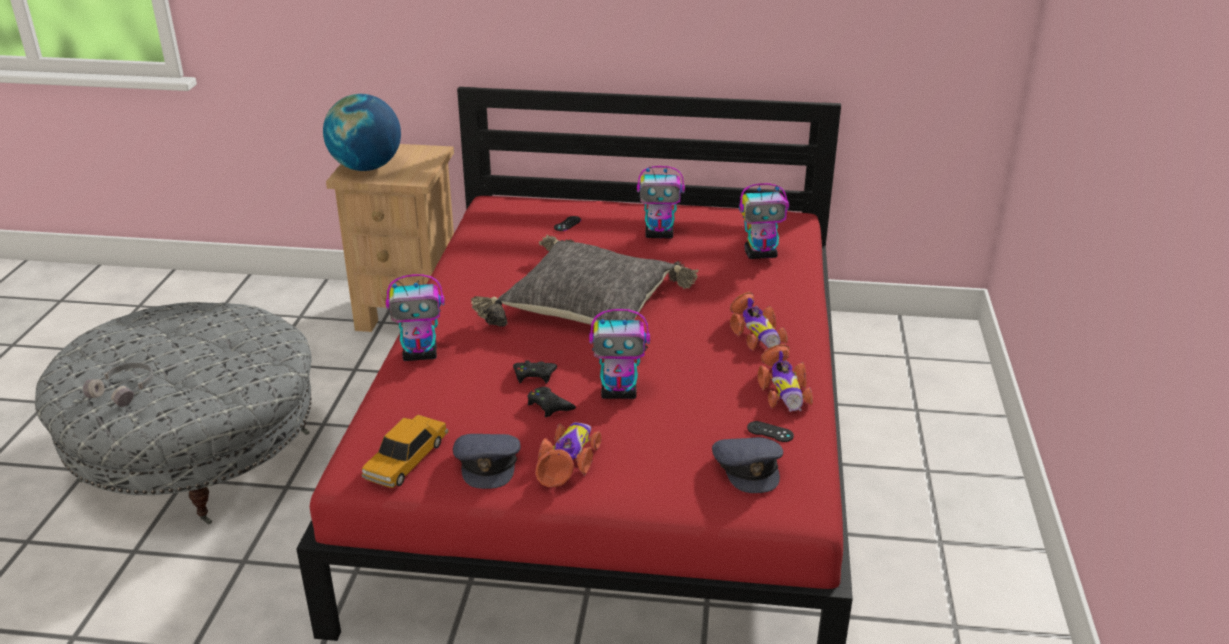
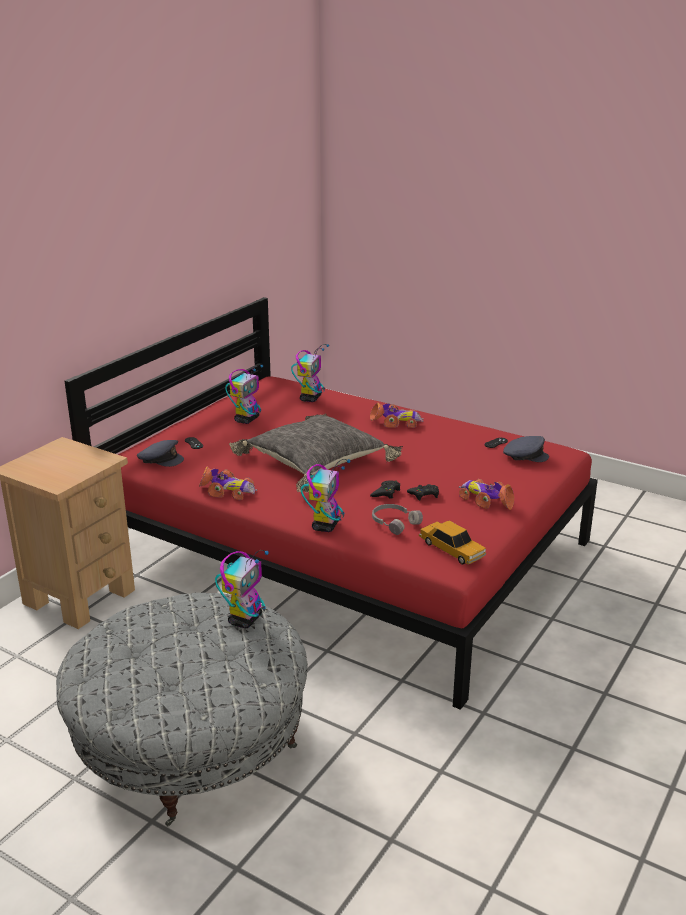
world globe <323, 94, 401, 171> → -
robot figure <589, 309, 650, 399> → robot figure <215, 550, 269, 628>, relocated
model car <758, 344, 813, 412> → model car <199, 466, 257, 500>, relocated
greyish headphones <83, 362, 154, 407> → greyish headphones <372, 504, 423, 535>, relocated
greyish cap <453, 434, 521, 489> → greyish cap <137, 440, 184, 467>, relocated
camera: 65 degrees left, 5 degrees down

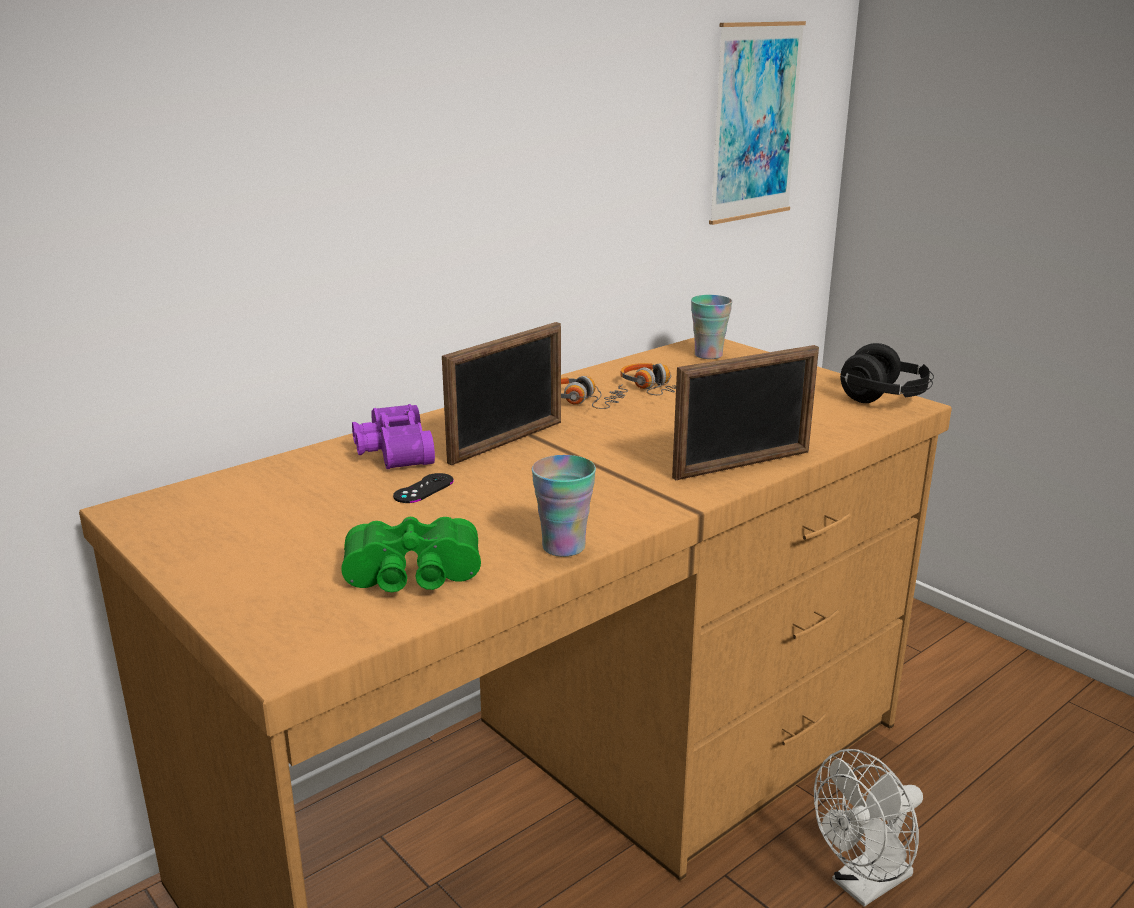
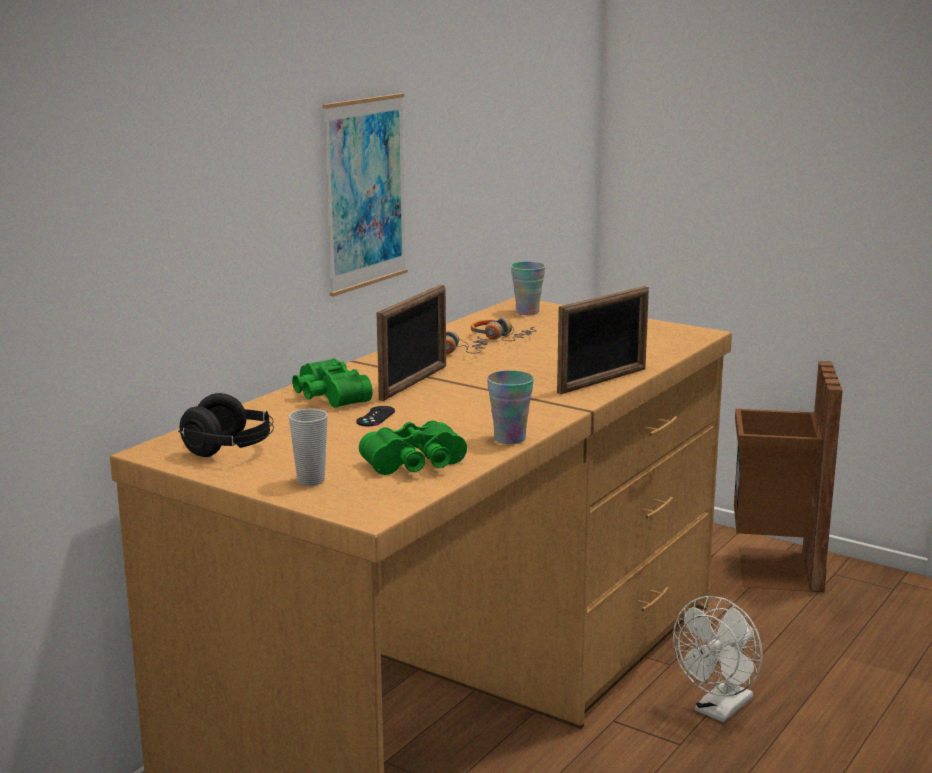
wall picture <709, 21, 806, 225> → wall picture <322, 93, 408, 297>, relocated
blackish headphones <840, 343, 934, 403> → blackish headphones <178, 393, 274, 457>, relocated
purple field glasses <352, 404, 435, 469> → green-coloured field glasses <292, 358, 373, 408>
- → brown waste bin <734, 361, 843, 592>
- → drinking cup <289, 409, 328, 486>
camera: 15 degrees left, 5 degrees down

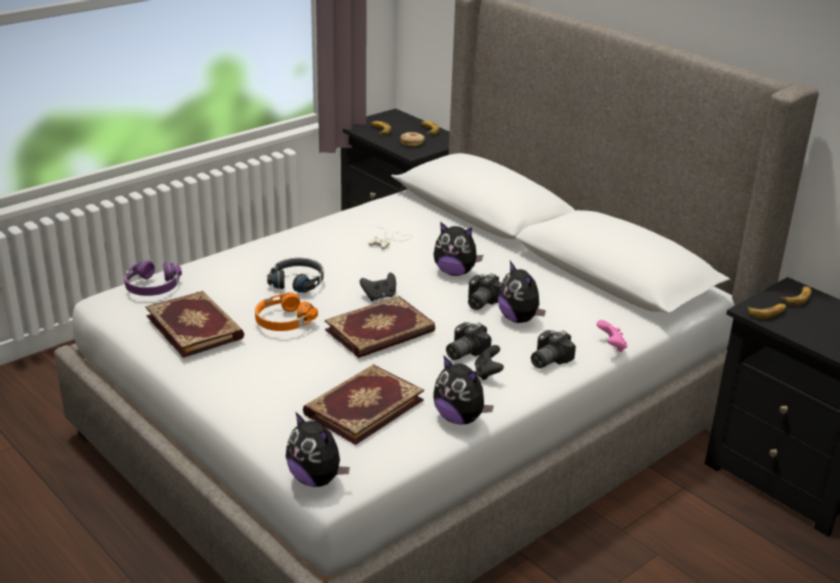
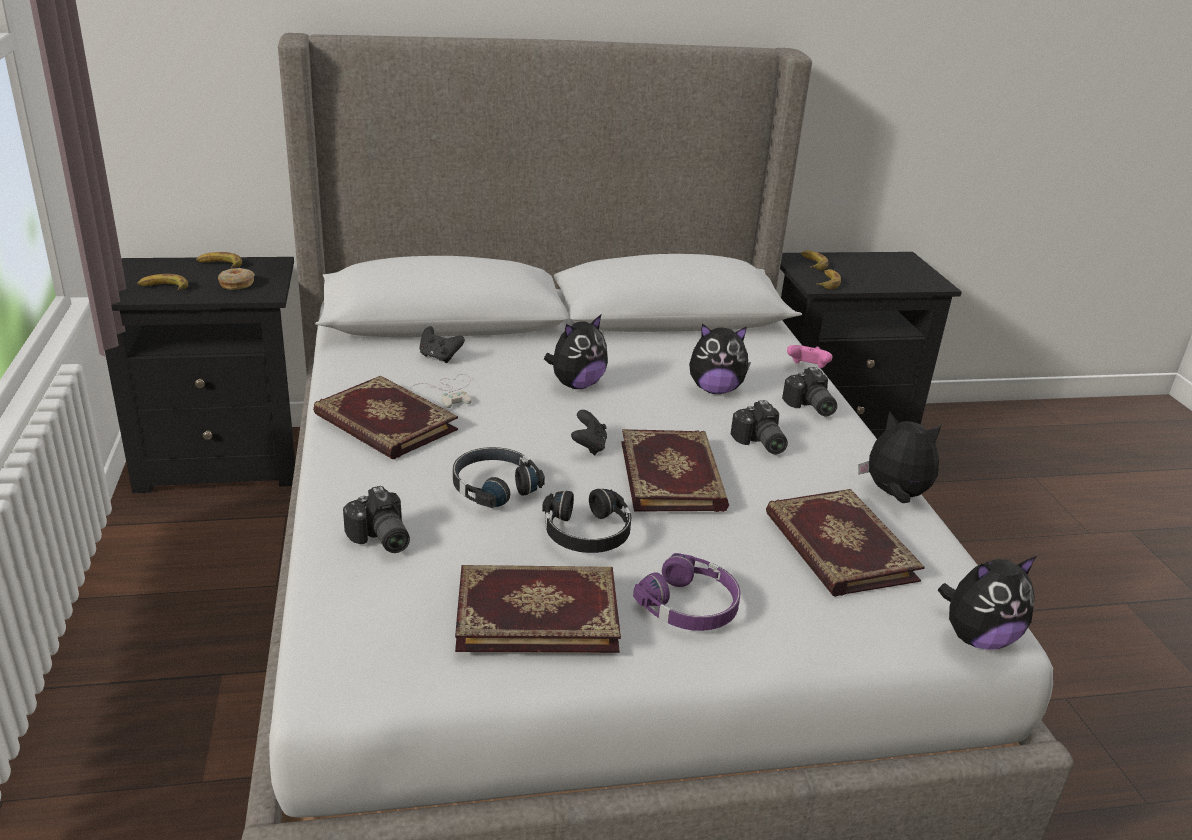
purple headphones <124, 261, 182, 296> → purple headphones <633, 553, 741, 631>, relocated
photo camera <468, 273, 501, 310> → photo camera <343, 486, 410, 553>, relocated
orange-coloured headphones <255, 292, 318, 331> → blackish headphones <542, 489, 631, 553>
blackish game controller <475, 345, 504, 380> → blackish game controller <420, 326, 465, 363>, relocated
cuddly toy <433, 356, 494, 424> → cuddly toy <858, 411, 941, 503>, 135 degrees counterclockwise
- → bound book <313, 376, 458, 459>
camera: 60 degrees left, 0 degrees up

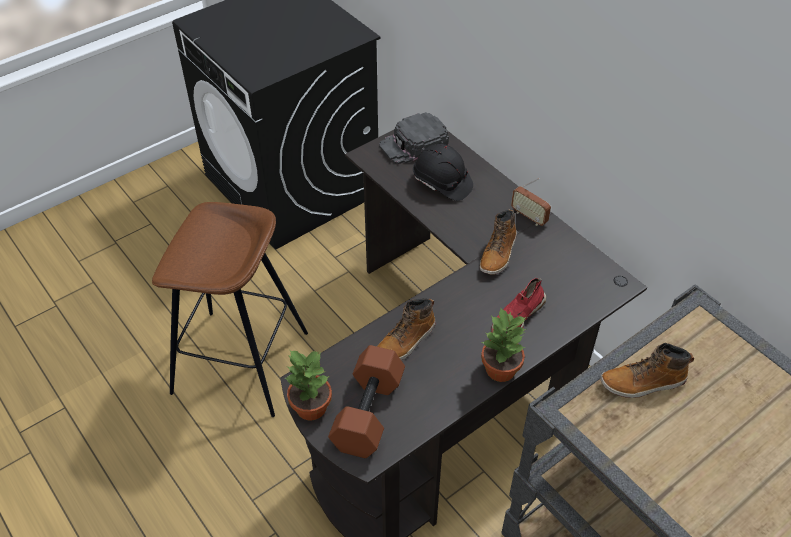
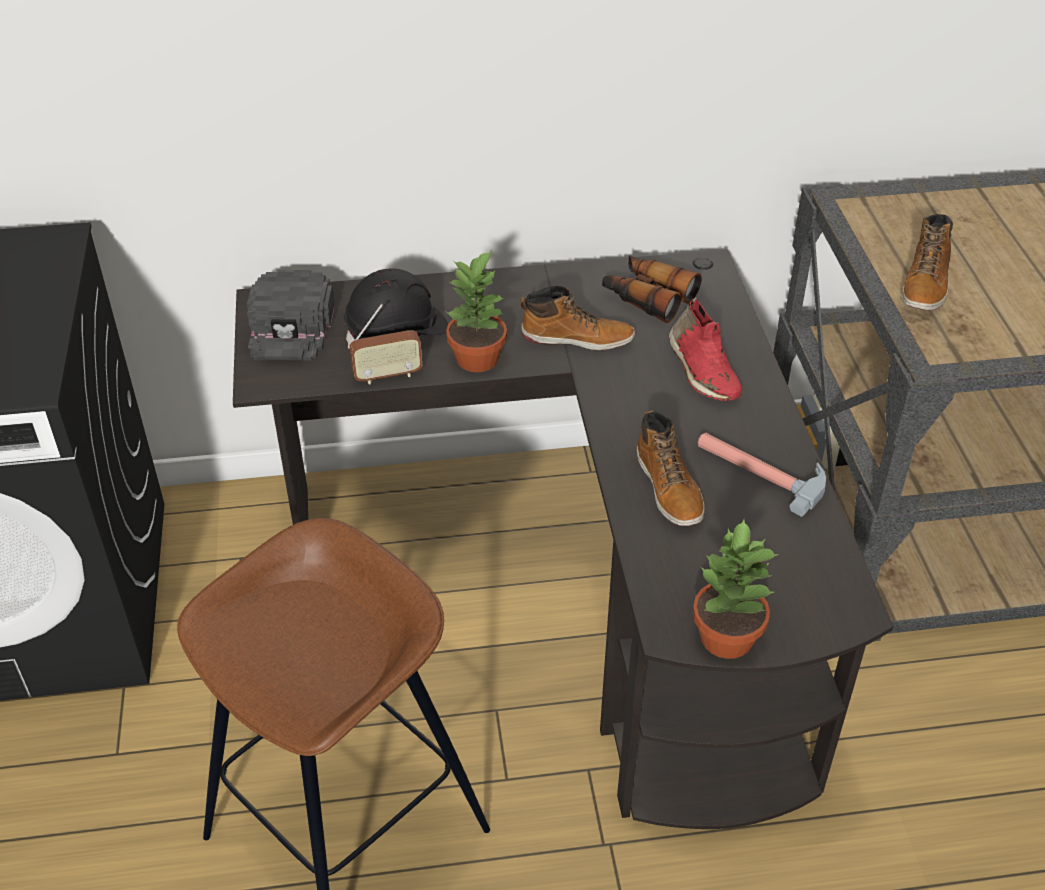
radio set <511, 178, 551, 226> → radio set <350, 304, 422, 385>, relocated
high-top boot <479, 210, 517, 275> → high-top boot <520, 286, 635, 351>, 45 degrees counterclockwise
plant in a pot <481, 308, 526, 382> → plant in a pot <446, 251, 507, 372>, relocated
brown free weight <328, 345, 405, 458> → -
- → field glasses <602, 255, 702, 323>
- → tool hammer <698, 433, 826, 517>
camera: 60 degrees left, 5 degrees down

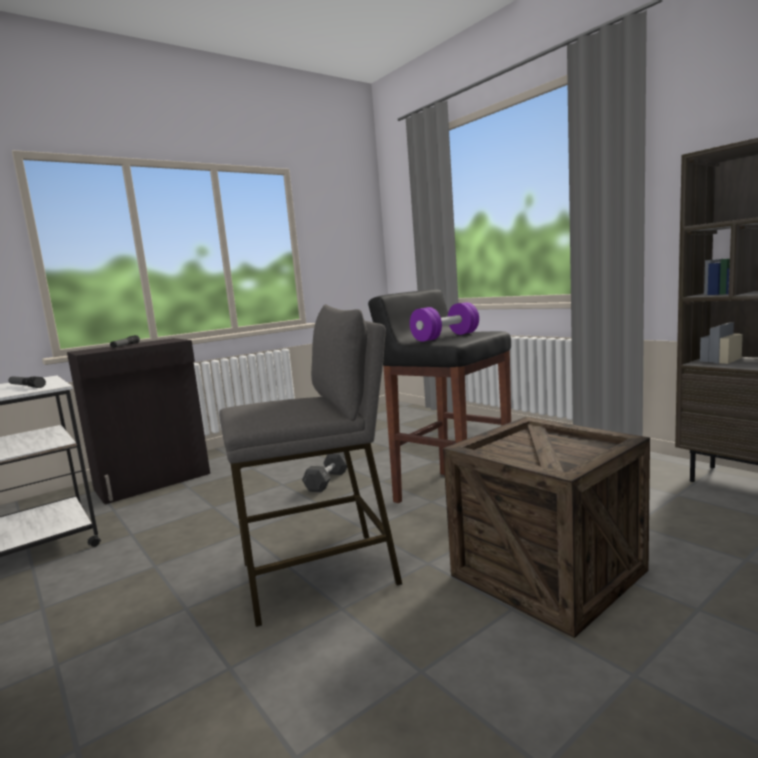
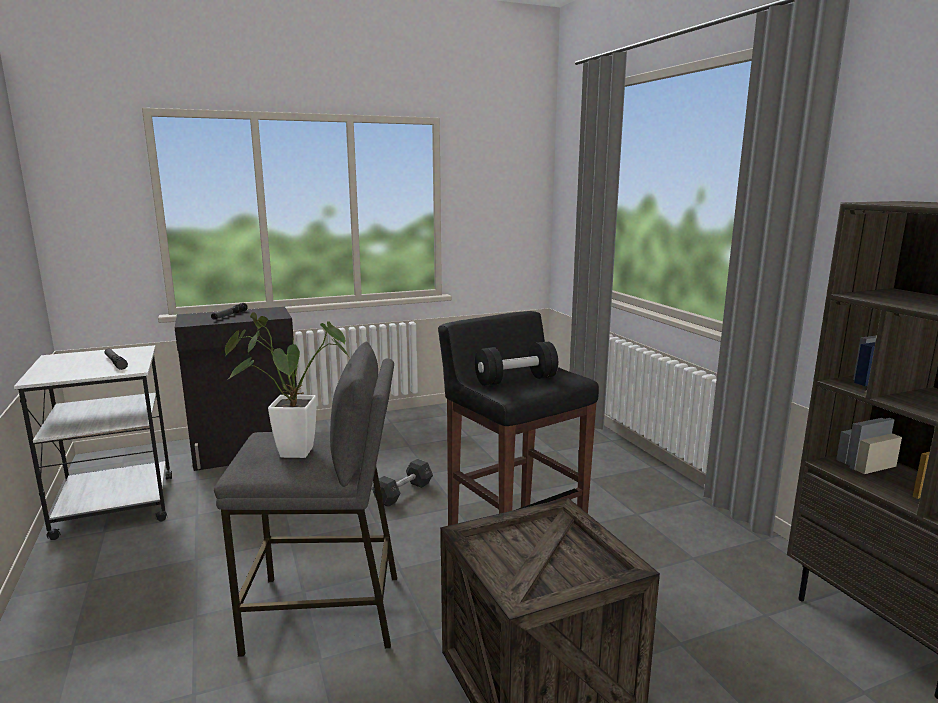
purple free weight <410, 302, 479, 342> → blackish free weight <475, 342, 558, 386>
- → plant in a pot <225, 312, 350, 458>
camera: 15 degrees right, 5 degrees up

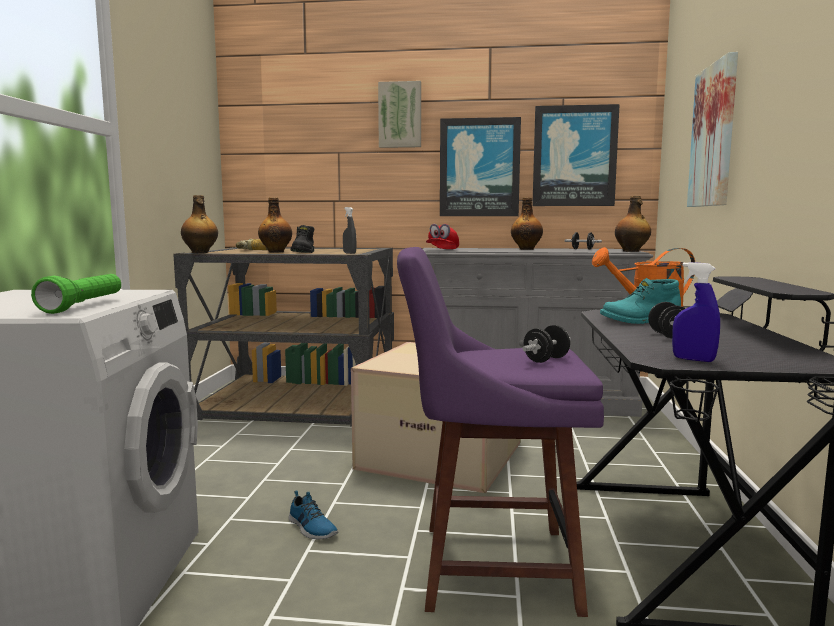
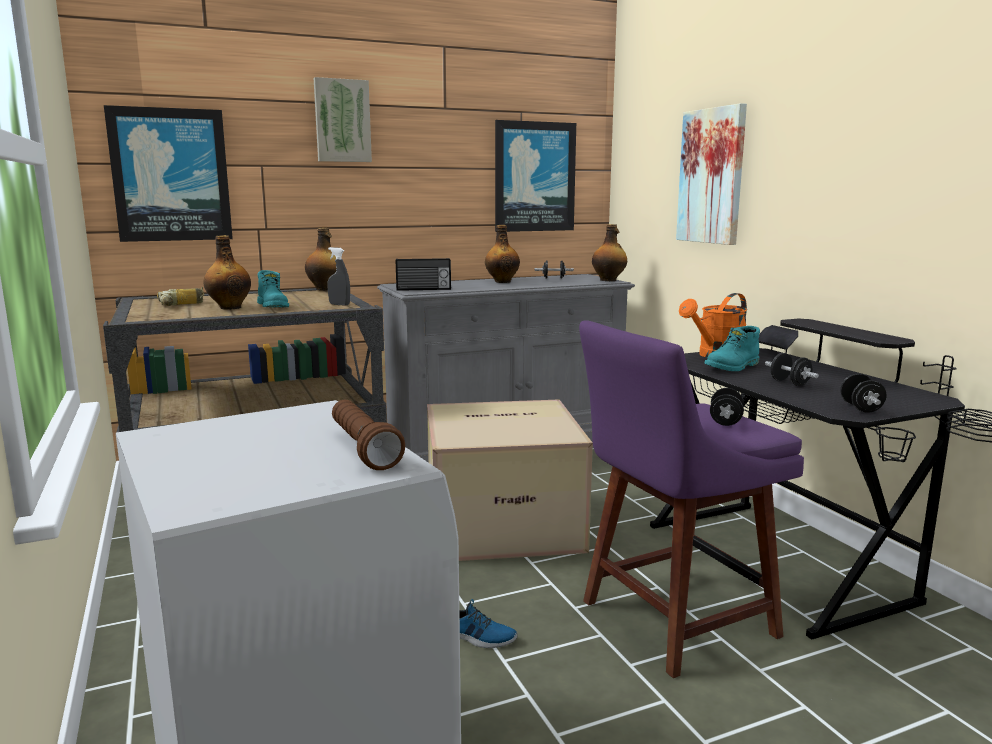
wall picture <440, 117, 521, 216> → wall picture <104, 105, 233, 242>, relocated
bottle <181, 195, 218, 253> → bottle <305, 228, 336, 291>, relocated
red cap <426, 224, 459, 249> → radio set <396, 258, 451, 291>
blackish high-top boot <291, 225, 314, 253> → turquoise-coloured high-top boot <257, 270, 289, 308>
bluish sprayer <672, 262, 720, 362> → blackish free weight <840, 374, 886, 413>
green-coloured hand torch <31, 274, 121, 314> → brown hand torch <332, 400, 405, 470>
camera: 30 degrees left, 5 degrees up

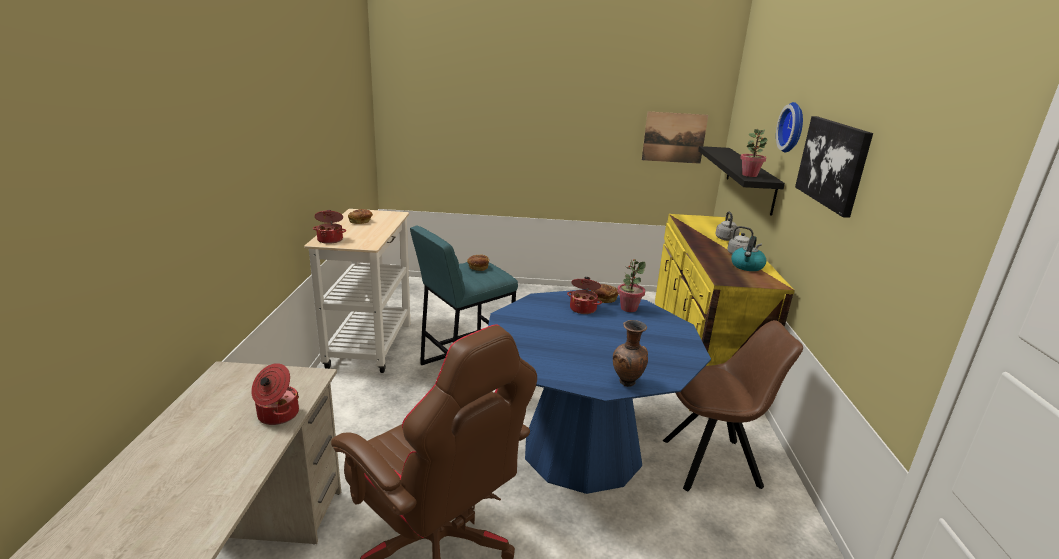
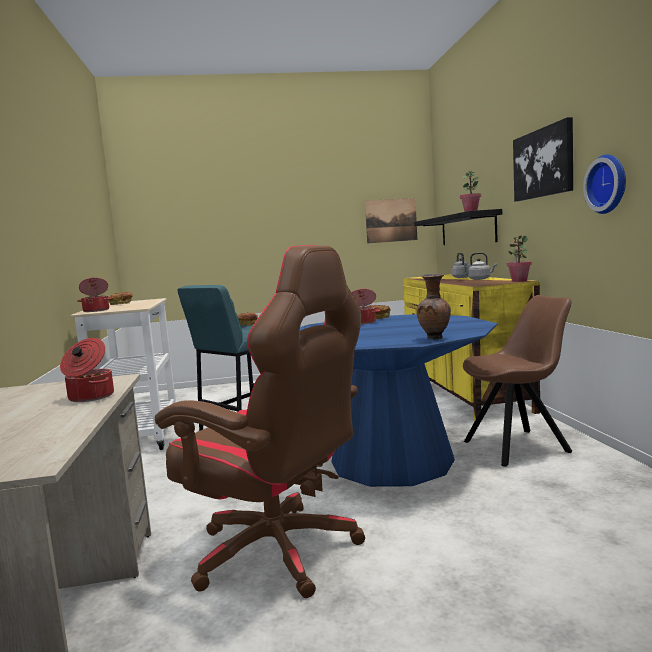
clock on the wall <776, 102, 803, 153> → clock on the wall <583, 154, 626, 214>, relocated
kettle <731, 236, 766, 271> → -
plant in a pot <617, 259, 646, 312> → plant in a pot <507, 236, 532, 282>, relocated
camera: 10 degrees left, 15 degrees down

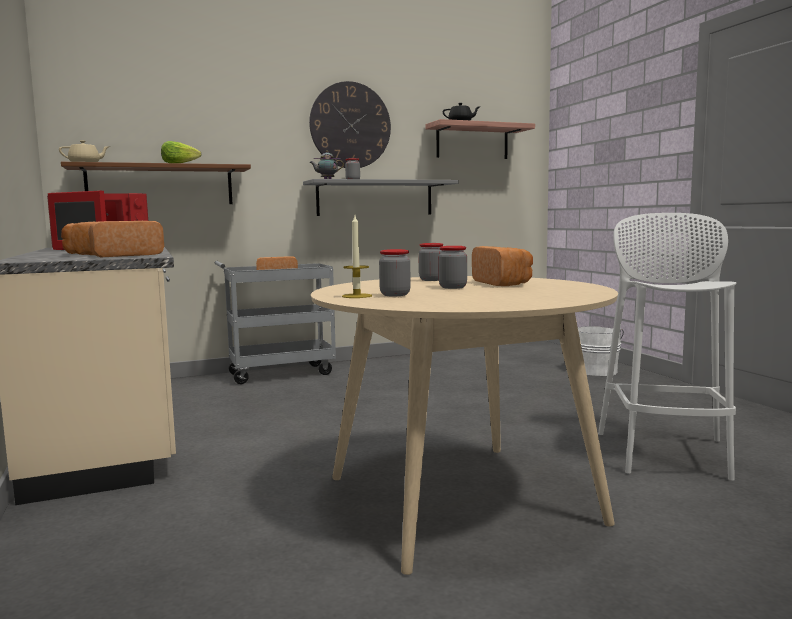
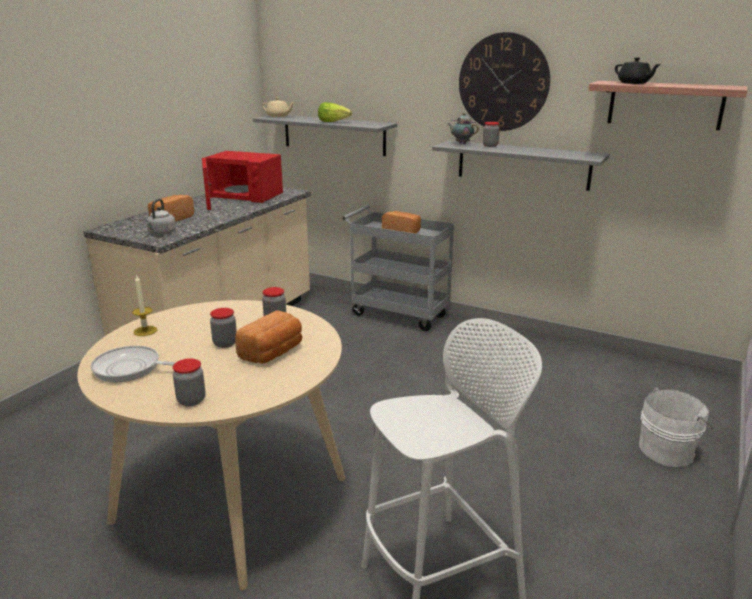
brown bracket shelf <61, 162, 251, 204> → greyish bracket shelf <253, 115, 397, 156>
bakery bread <88, 221, 164, 258> → greyish kettle <146, 199, 176, 235>
jar <379, 249, 411, 296> → jar <173, 358, 205, 406>, relocated
- → frying pan <90, 346, 176, 382>
camera: 50 degrees right, 15 degrees up

